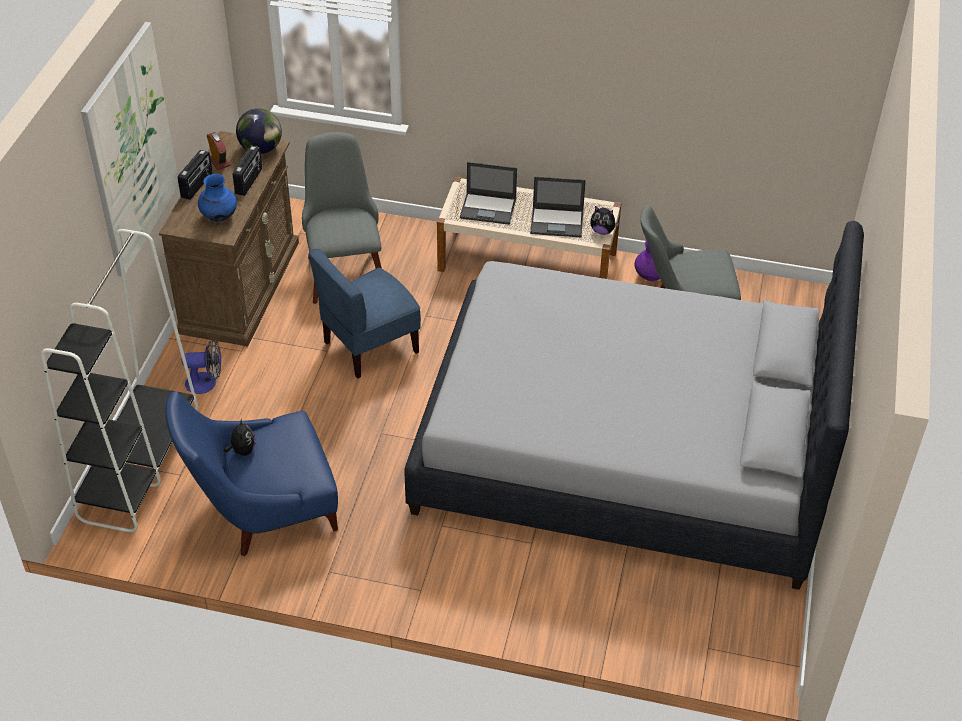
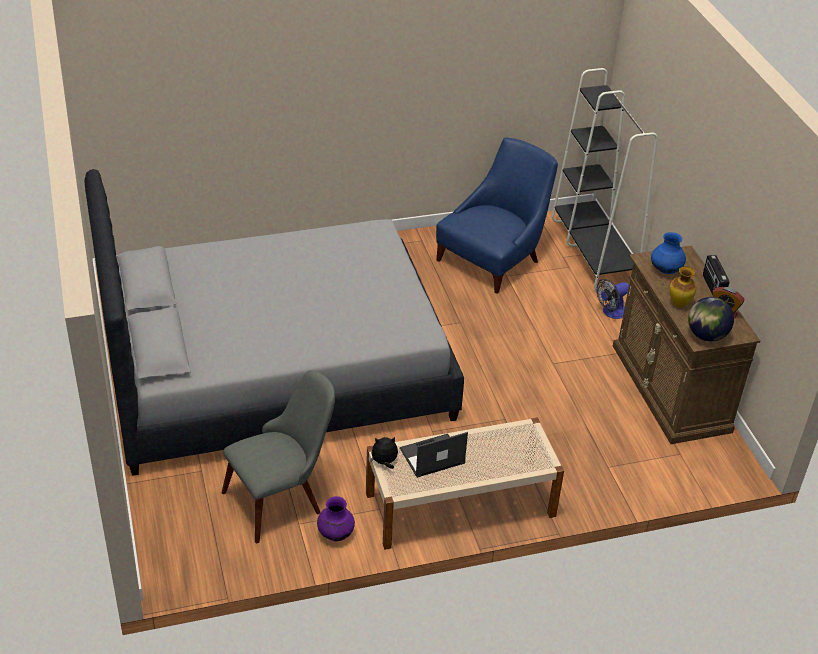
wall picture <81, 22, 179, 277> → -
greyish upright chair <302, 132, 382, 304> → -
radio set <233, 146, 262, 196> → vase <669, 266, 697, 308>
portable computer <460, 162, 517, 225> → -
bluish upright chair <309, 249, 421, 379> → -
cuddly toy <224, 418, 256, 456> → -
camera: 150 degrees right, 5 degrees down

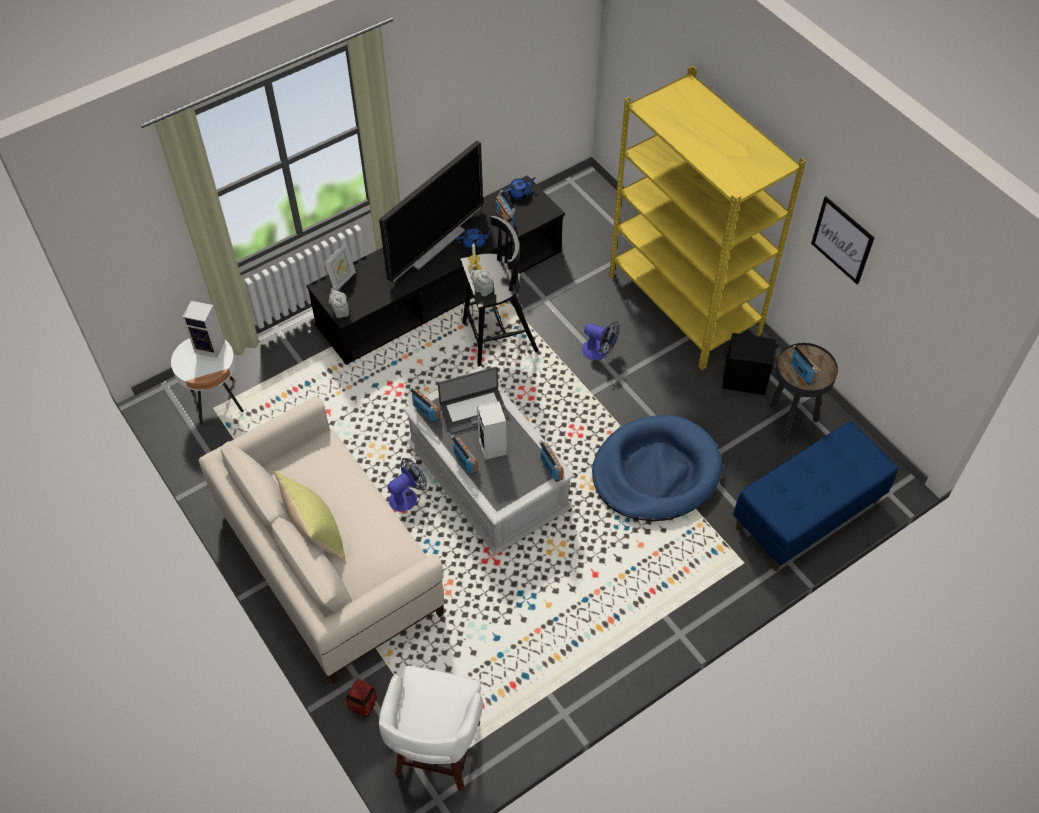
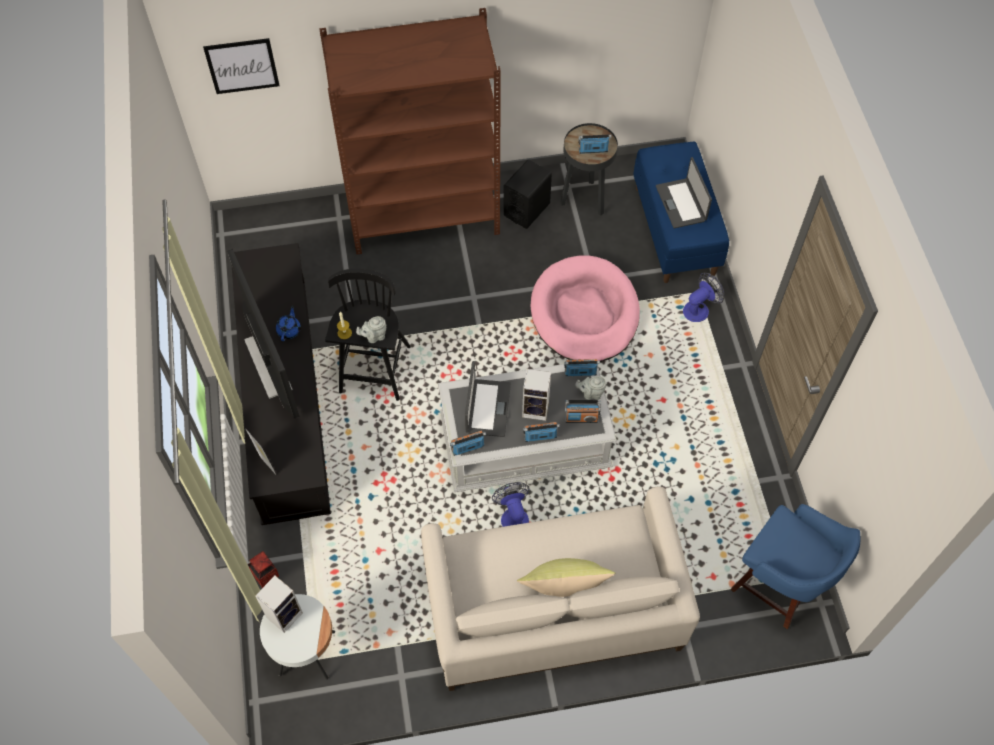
yellowish bookcase <609, 66, 806, 370> → brown bookcase <319, 8, 501, 255>
bluish pot for tea <504, 177, 536, 200> → -
radio set <495, 190, 516, 227> → radio set <565, 400, 601, 423>, relocated
wall picture <811, 196, 874, 285> → wall picture <203, 38, 280, 94>, relocated
greyish pot for tea <328, 286, 349, 318> → greyish pot for tea <575, 376, 606, 400>, relocated
fan <582, 321, 620, 360> → fan <683, 273, 725, 322>, relocated
bluish pet bed <592, 415, 722, 521> → pink-coloured pet bed <530, 255, 640, 362>
whitish stool seat <379, 666, 483, 791> → bluish stool seat <730, 504, 860, 629>
vase <346, 678, 377, 718> → vase <248, 551, 279, 588>, relocated
- → portable computer <656, 157, 712, 228>
camera: 65 degrees left, 5 degrees up

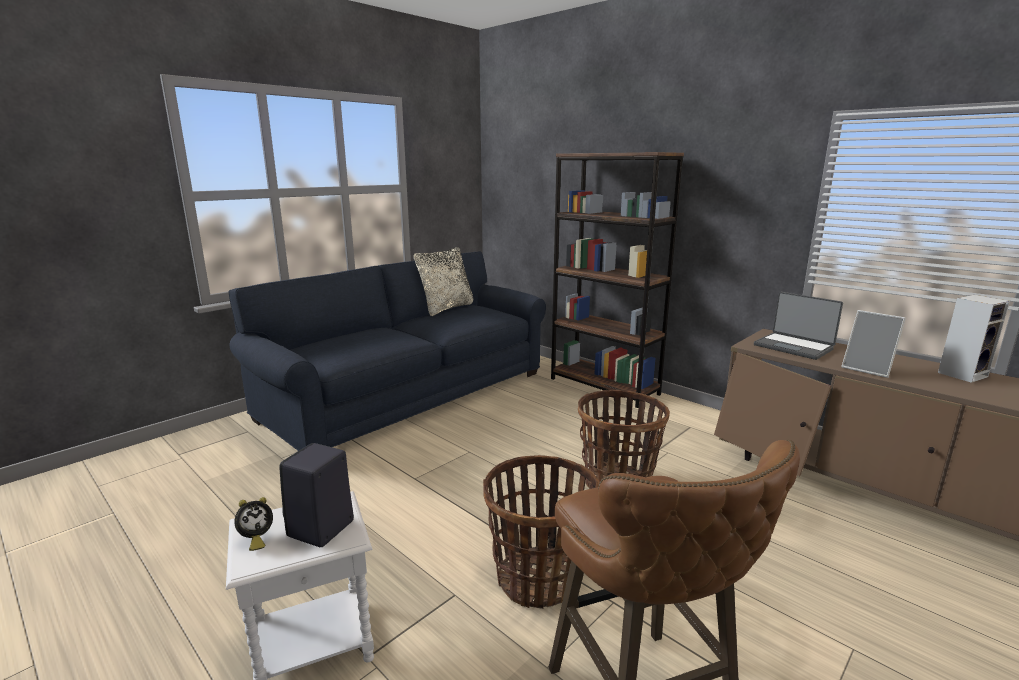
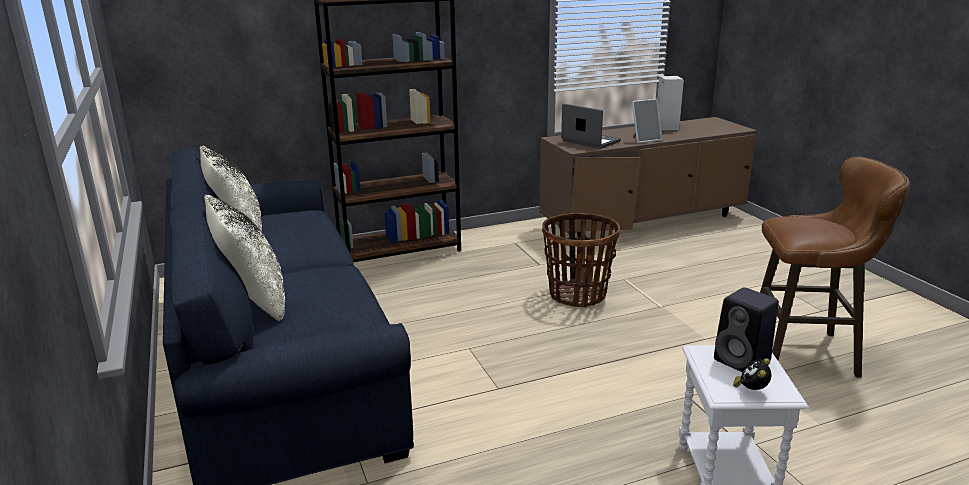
portable computer <754, 292, 843, 360> → portable computer <561, 104, 621, 149>, 120 degrees counterclockwise
basket <483, 455, 600, 609> → -
alarm clock <234, 497, 273, 551> → alarm clock <733, 358, 771, 390>, 135 degrees counterclockwise
- → beige throw pillow <204, 194, 285, 321>
camera: 65 degrees left, 5 degrees up

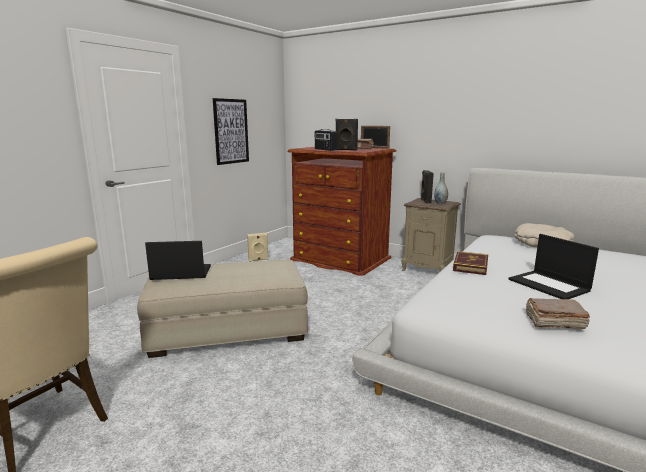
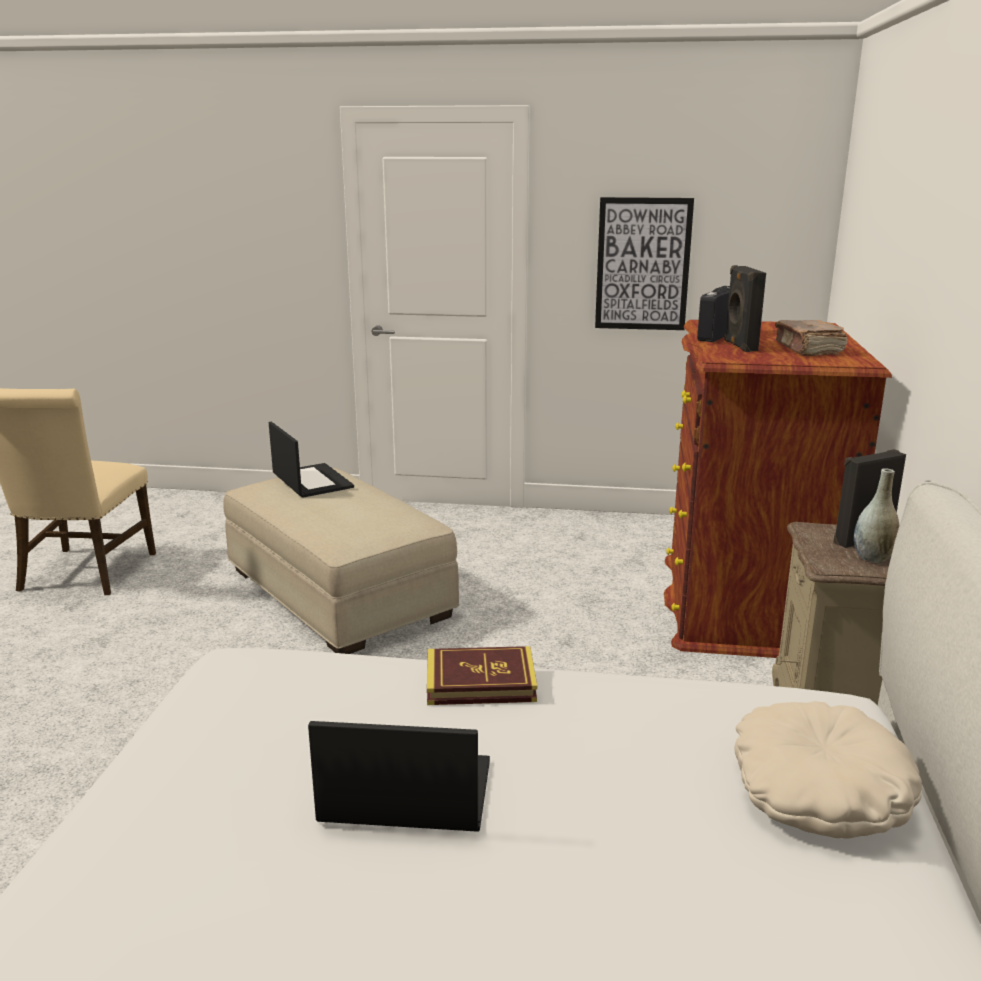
picture frame <361, 126, 390, 149> → -
beige audio speaker <247, 233, 269, 262> → -
portable computer <508, 234, 599, 299> → portable computer <308, 721, 490, 832>, 60 degrees clockwise
brown bound book <526, 298, 590, 329> → -
camera: 65 degrees right, 5 degrees up

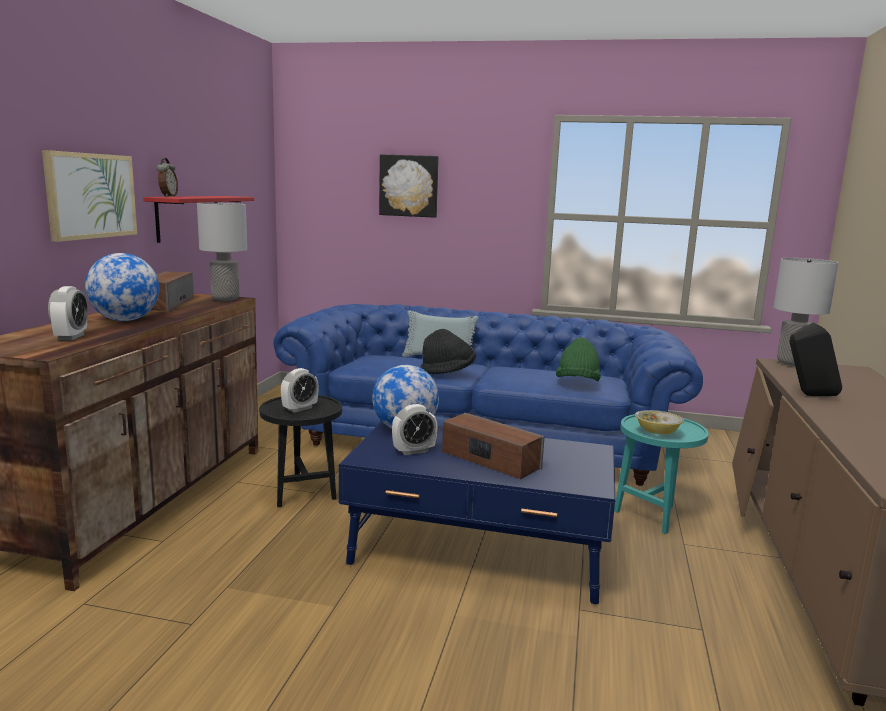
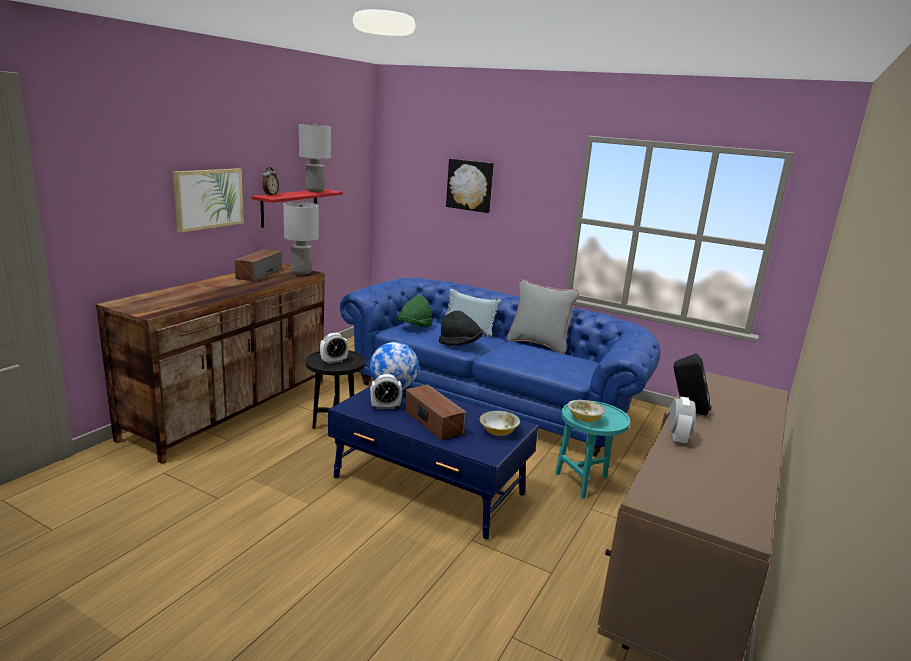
world globe <85, 253, 159, 321> → -
greyish lamp for a table <774, 258, 839, 366> → greyish lamp for a table <299, 124, 331, 192>, relocated
alarm clock <48, 286, 88, 341> → alarm clock <669, 397, 696, 445>, relocated
green-coloured hat <556, 337, 601, 381> → green-coloured hat <396, 295, 432, 327>, relocated
- → greyish throw pillow <507, 279, 579, 354>
- → deep dish <480, 411, 520, 436>
camera: 15 degrees right, 5 degrees up

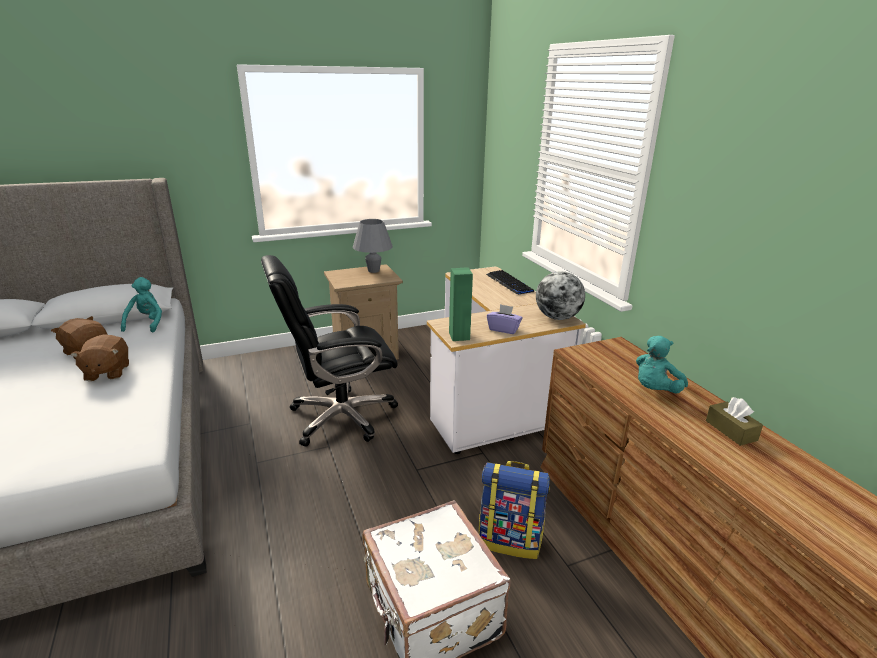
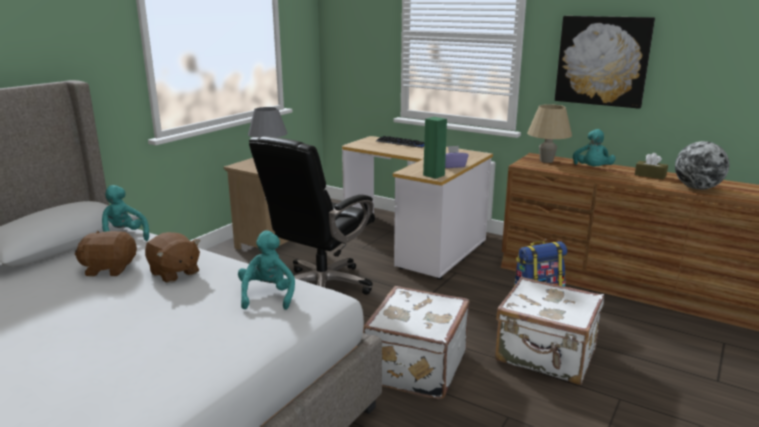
world globe <536, 271, 585, 320> → world globe <675, 141, 730, 190>, relocated
- → wall picture <555, 16, 655, 109>
- → beige lamp for a table <527, 104, 572, 163>
- → turquoise-coloured cuddly toy <238, 231, 295, 310>
- → whitish suitcase <363, 286, 470, 399>
camera: 35 degrees left, 5 degrees down

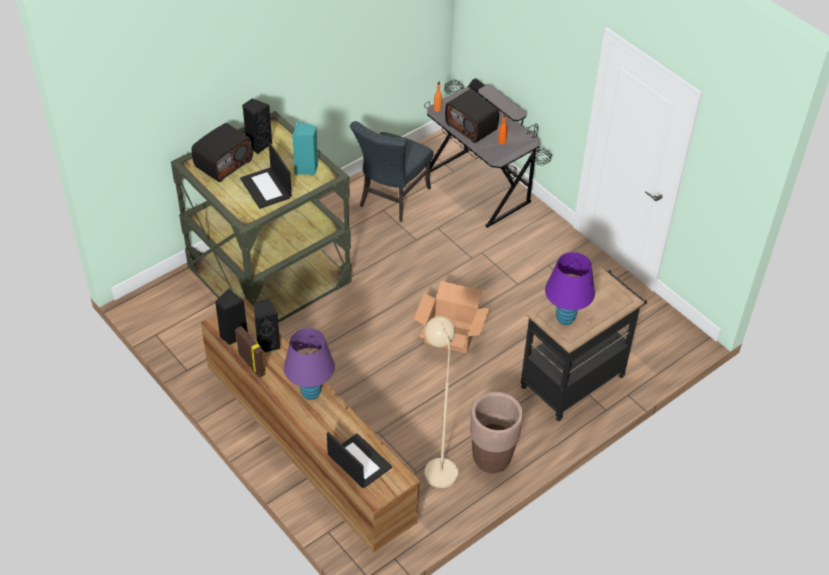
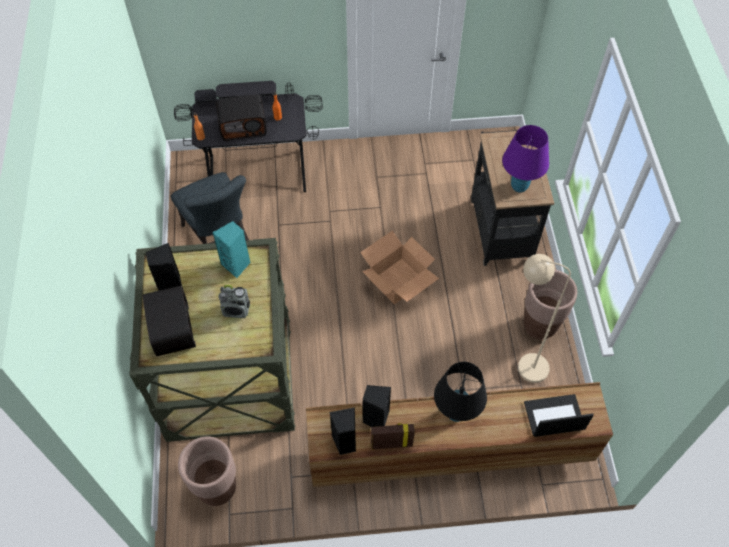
portable computer <240, 143, 292, 209> → radio set <218, 285, 250, 318>
purple lamp for a table <284, 328, 335, 400> → blackish lamp for a table <434, 362, 487, 422>
- → brown planter <178, 436, 236, 506>
camera: 55 degrees left, 10 degrees up

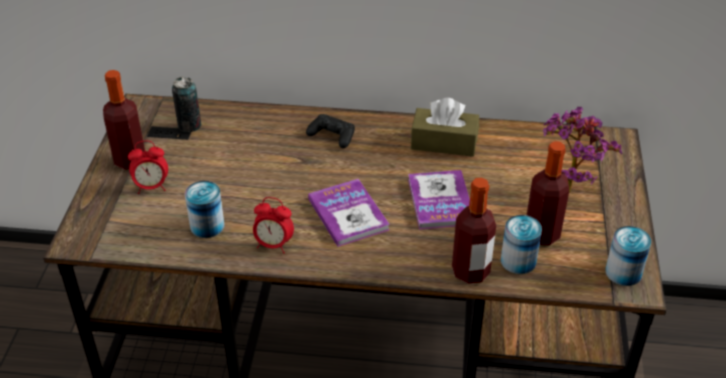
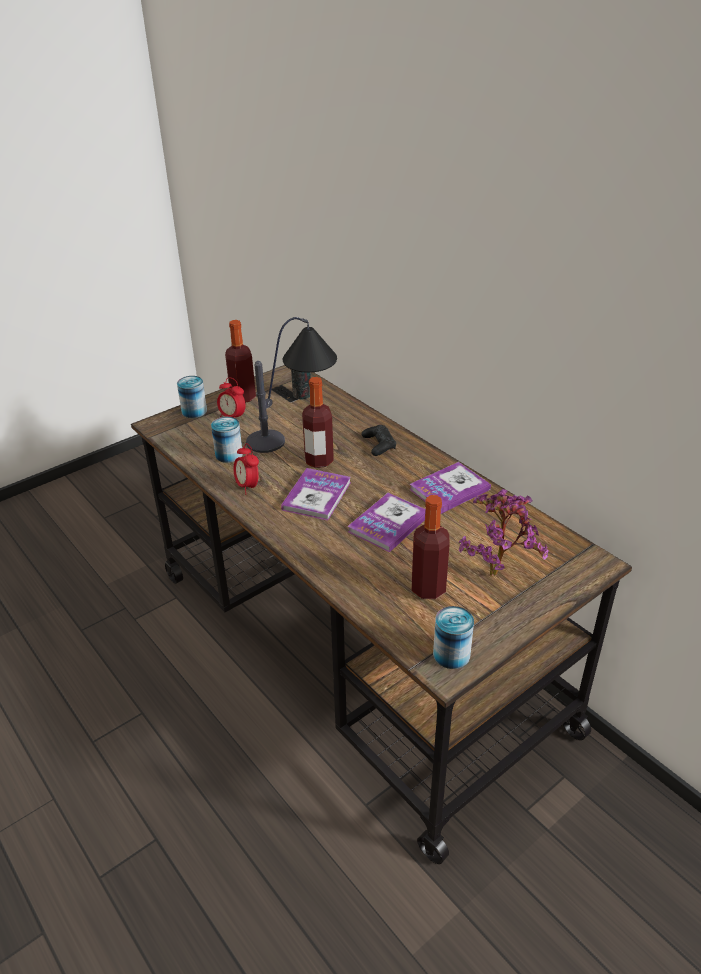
brown tissue holder <411, 98, 479, 157> → bound book <409, 462, 491, 514>
bottle <452, 178, 496, 284> → bottle <302, 377, 334, 468>, relocated
metal can <501, 215, 542, 274> → metal can <177, 376, 207, 418>, relocated
- → lamp for a table <246, 317, 337, 453>
camera: 45 degrees right, 5 degrees down

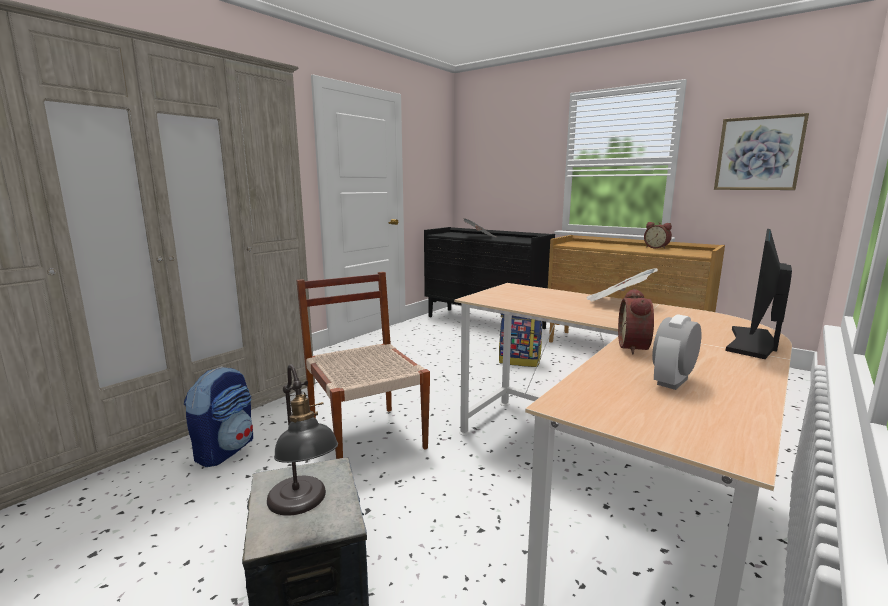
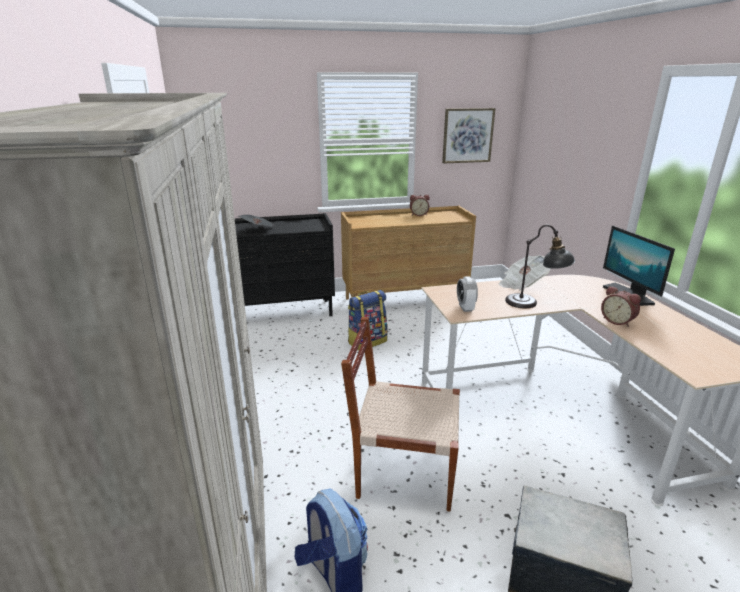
alarm clock <652, 314, 701, 390> → alarm clock <457, 276, 478, 312>, relocated
greyish lamp for a table <267, 364, 338, 516> → greyish lamp for a table <505, 225, 575, 308>, relocated
camera: 50 degrees left, 10 degrees up

